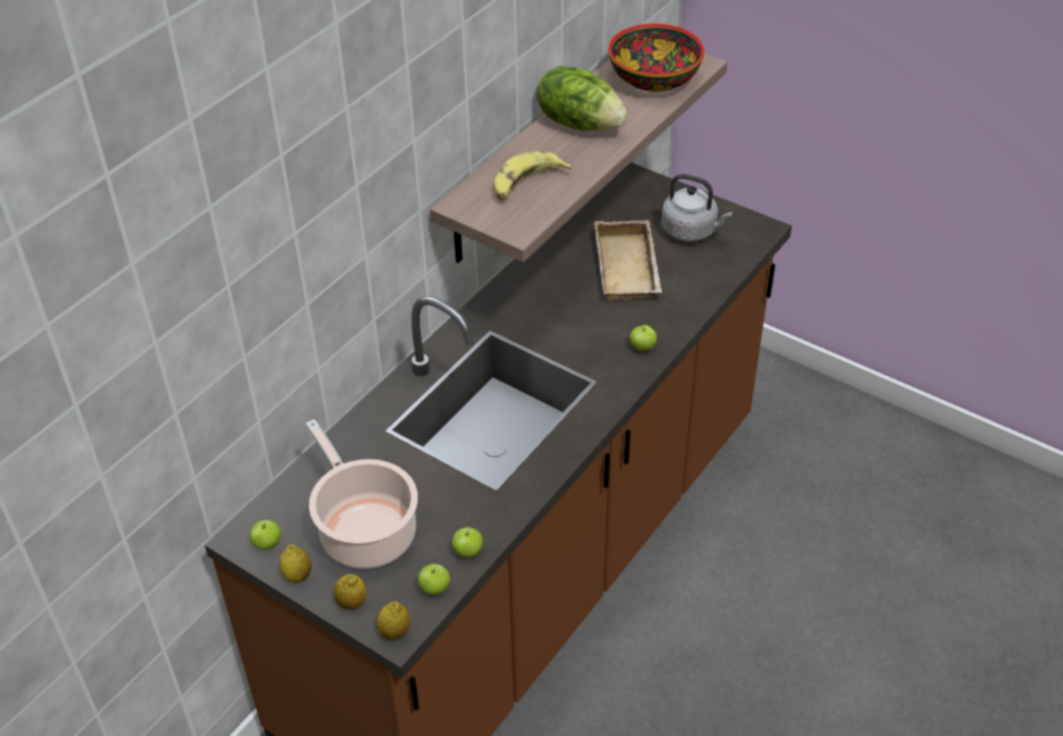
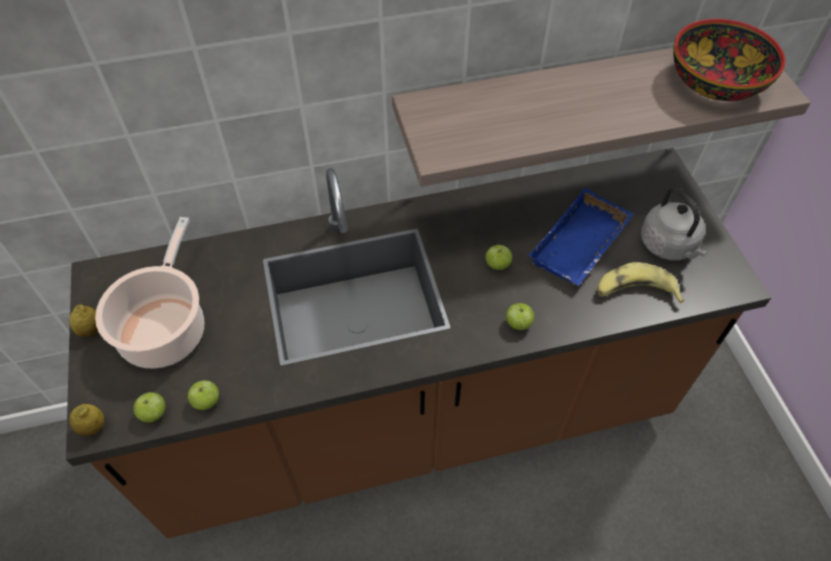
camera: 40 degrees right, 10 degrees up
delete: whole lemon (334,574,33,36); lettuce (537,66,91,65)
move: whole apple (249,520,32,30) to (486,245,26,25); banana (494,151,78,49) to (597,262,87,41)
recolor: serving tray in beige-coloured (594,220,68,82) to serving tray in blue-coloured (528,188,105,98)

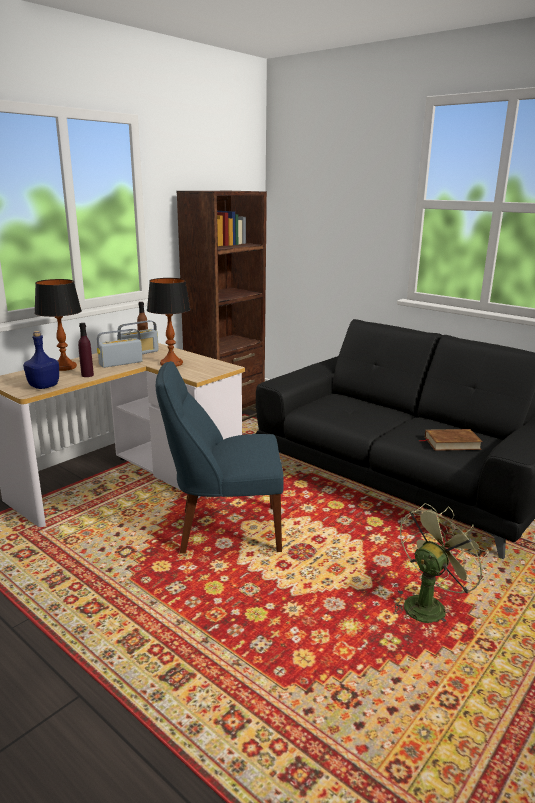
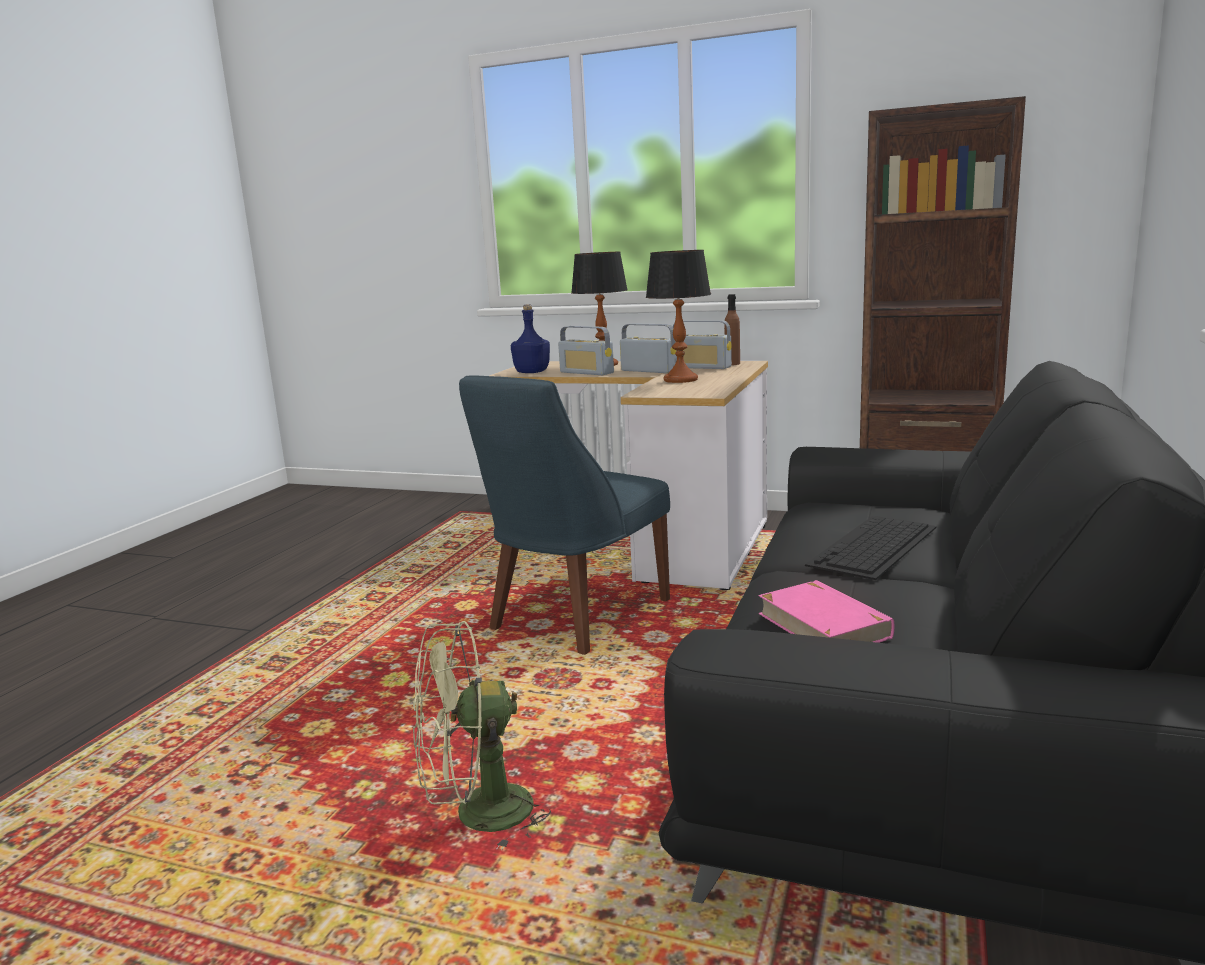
camera: 70 degrees right, 5 degrees down
insert: computer keyboard (805,516,131,64)
replace: beverage bottle in purplish (78,323,16,54) to radio set (558,326,56,49)
recolor: book in brown (419,429,64,22) to book in pink (758,580,136,63)
rotate: electric fan in green (391,503,98,120) = (413,621,139,230) 135 degrees clockwise; upright chair in blue-coloured (156,361,128,193) = (459,376,211,279) 120 degrees counterclockwise

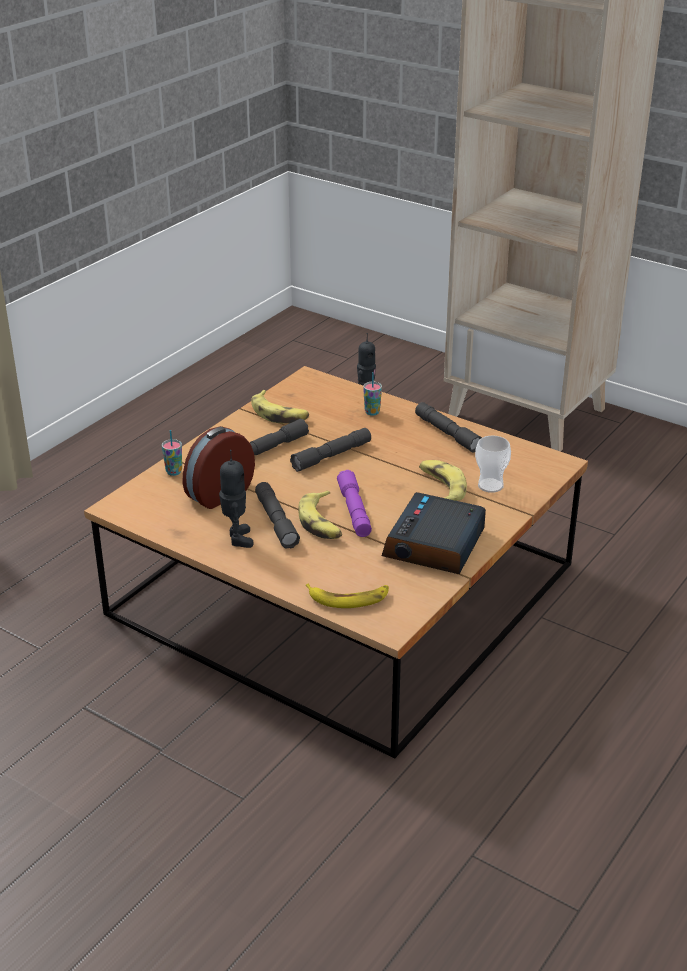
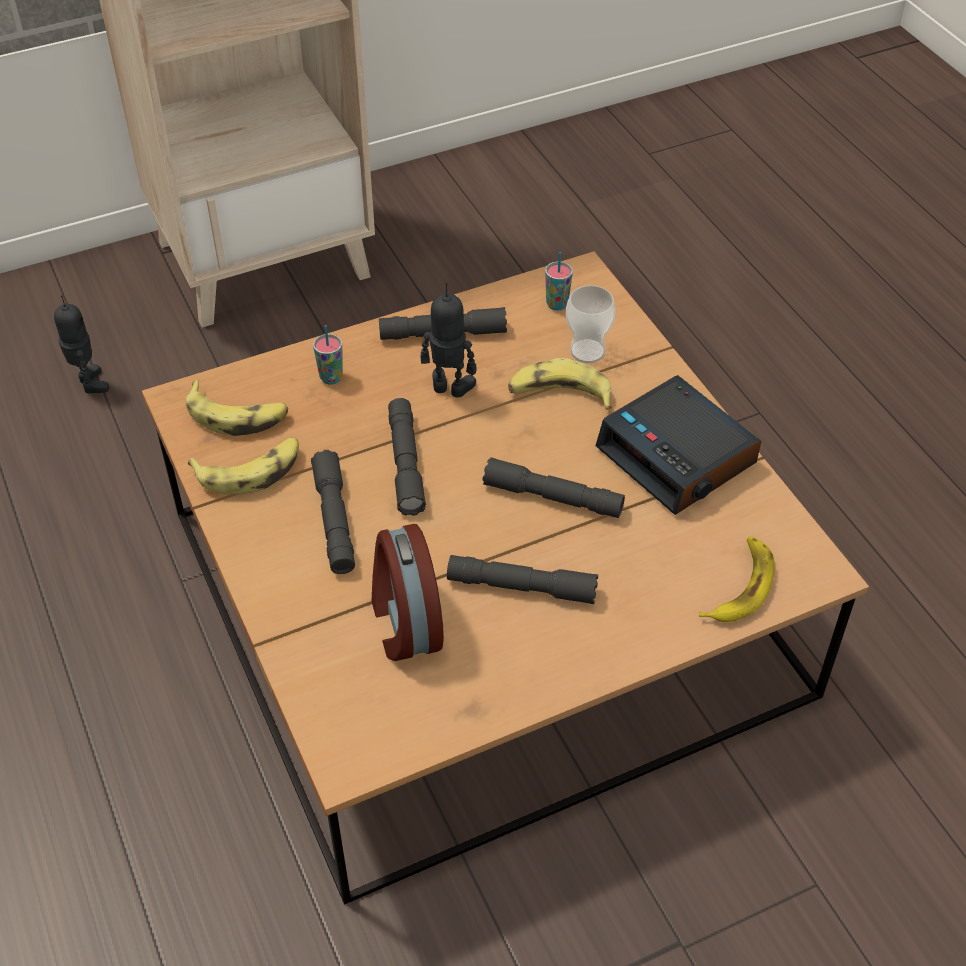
camera: 60 degrees left, 15 degrees up
move: banana (298,490,44,49) to (185,380,103,56); toy robot (219,450,35,98) to (421,282,55,116); cup (162,430,20,46) to (545,252,28,58)
recolor: flashlight in purplish (337,470,35,67) to flashlight in gray (482,457,143,61)

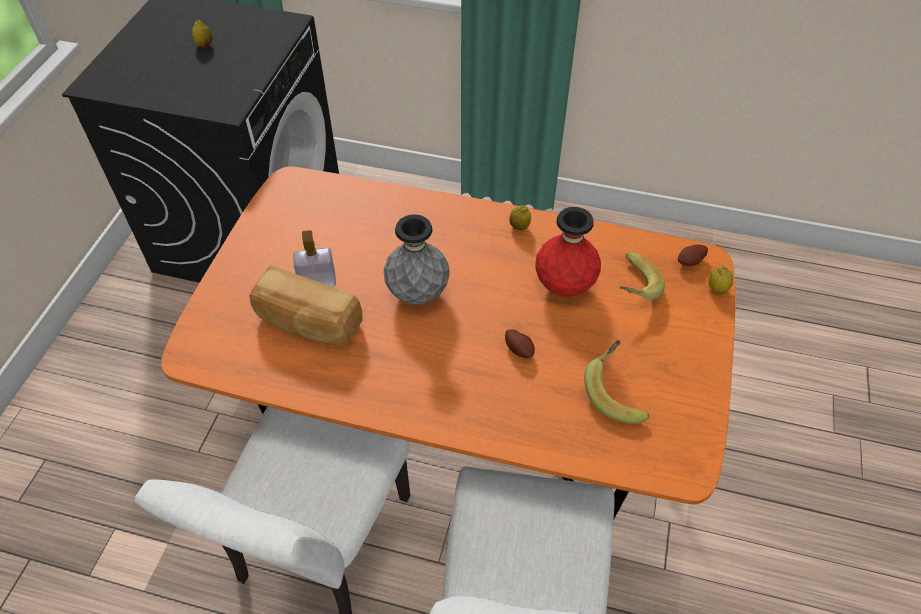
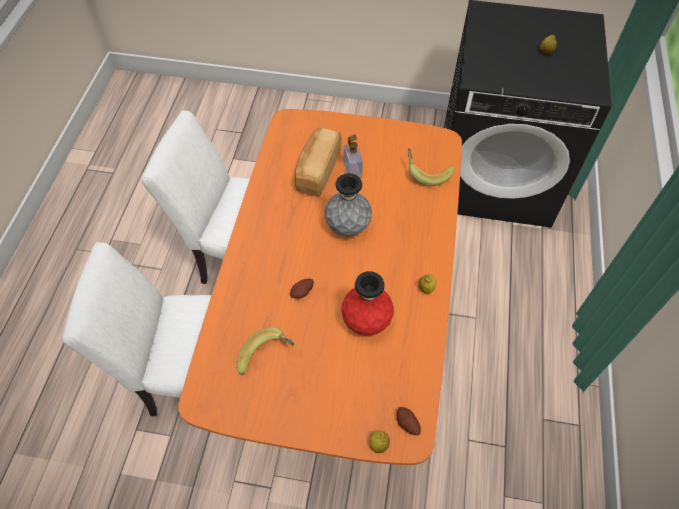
camera: 85 degrees right, 5 degrees up
move: banana (619,252,46,48) to (408,148,46,38)

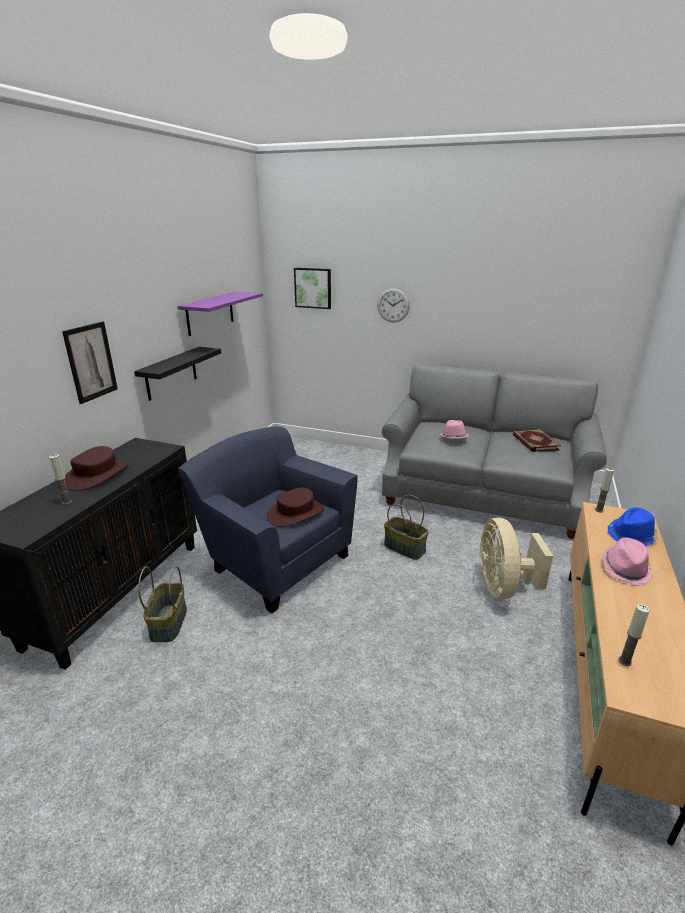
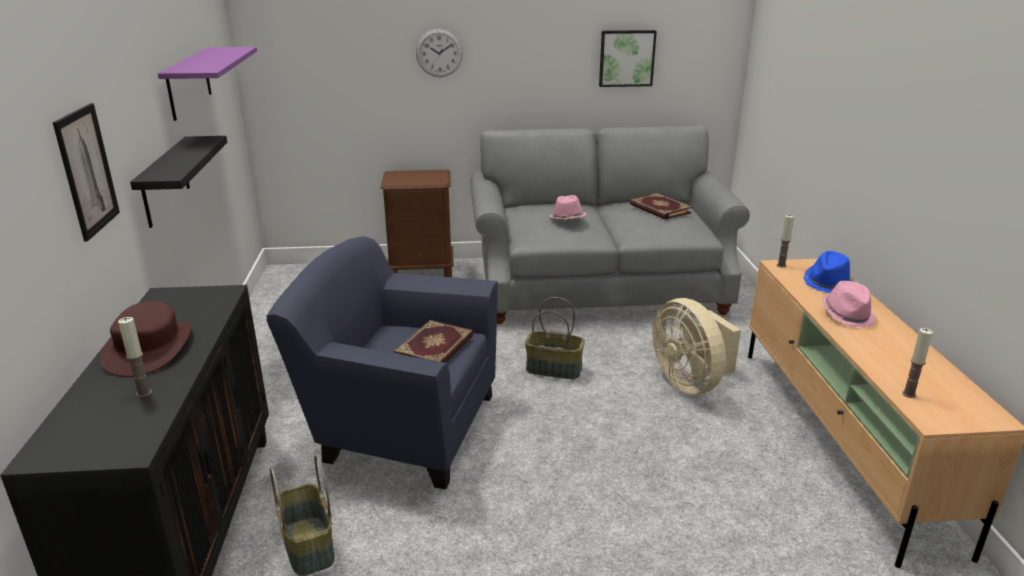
camera: 25 degrees left, 0 degrees up
insert: night table in brown (381,170,73,107)
move: wall picture (294,268,37,41) to (599,30,58,57)
replace: clothing hat in brown (267,487,57,40) to book (394,320,79,43)

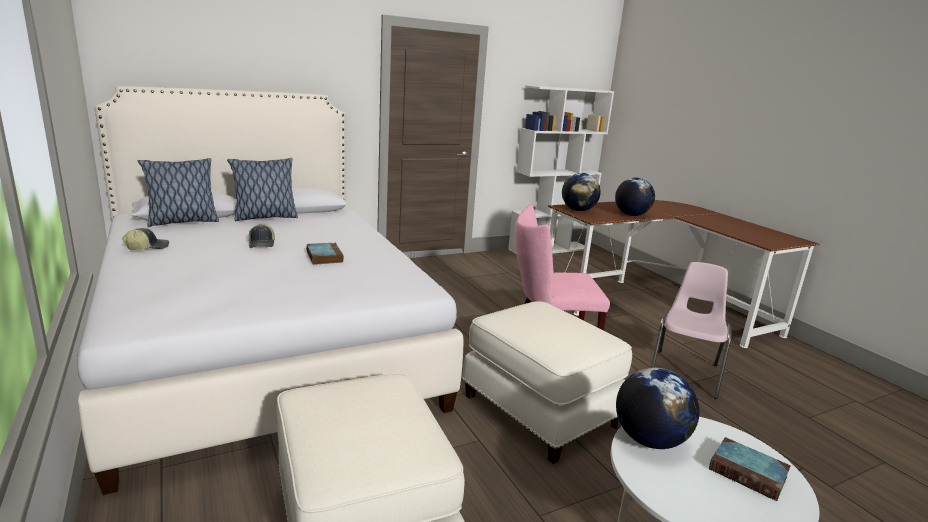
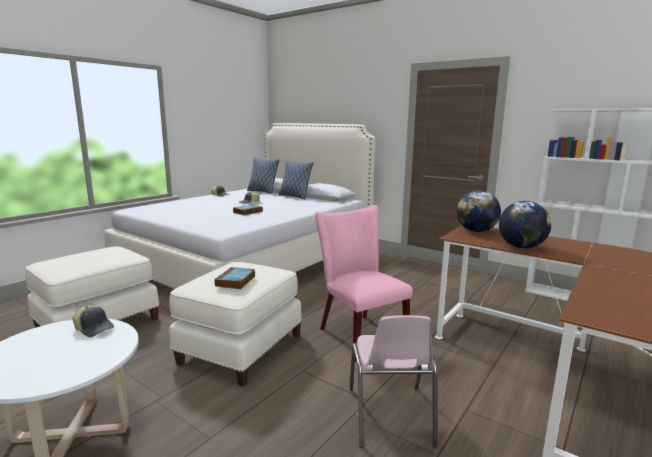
camera: 65 degrees right, 5 degrees down
move: book (709,437,82,64) to (214,267,41,22)
replace: desk globe (616,368,84,81) to cap (73,306,41,31)
rotate: upright chair in pink (651,262,81,137) = (349,315,88,133) 90 degrees clockwise

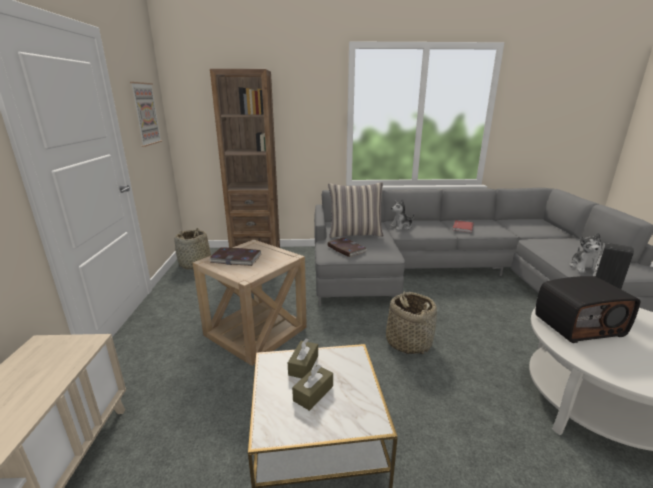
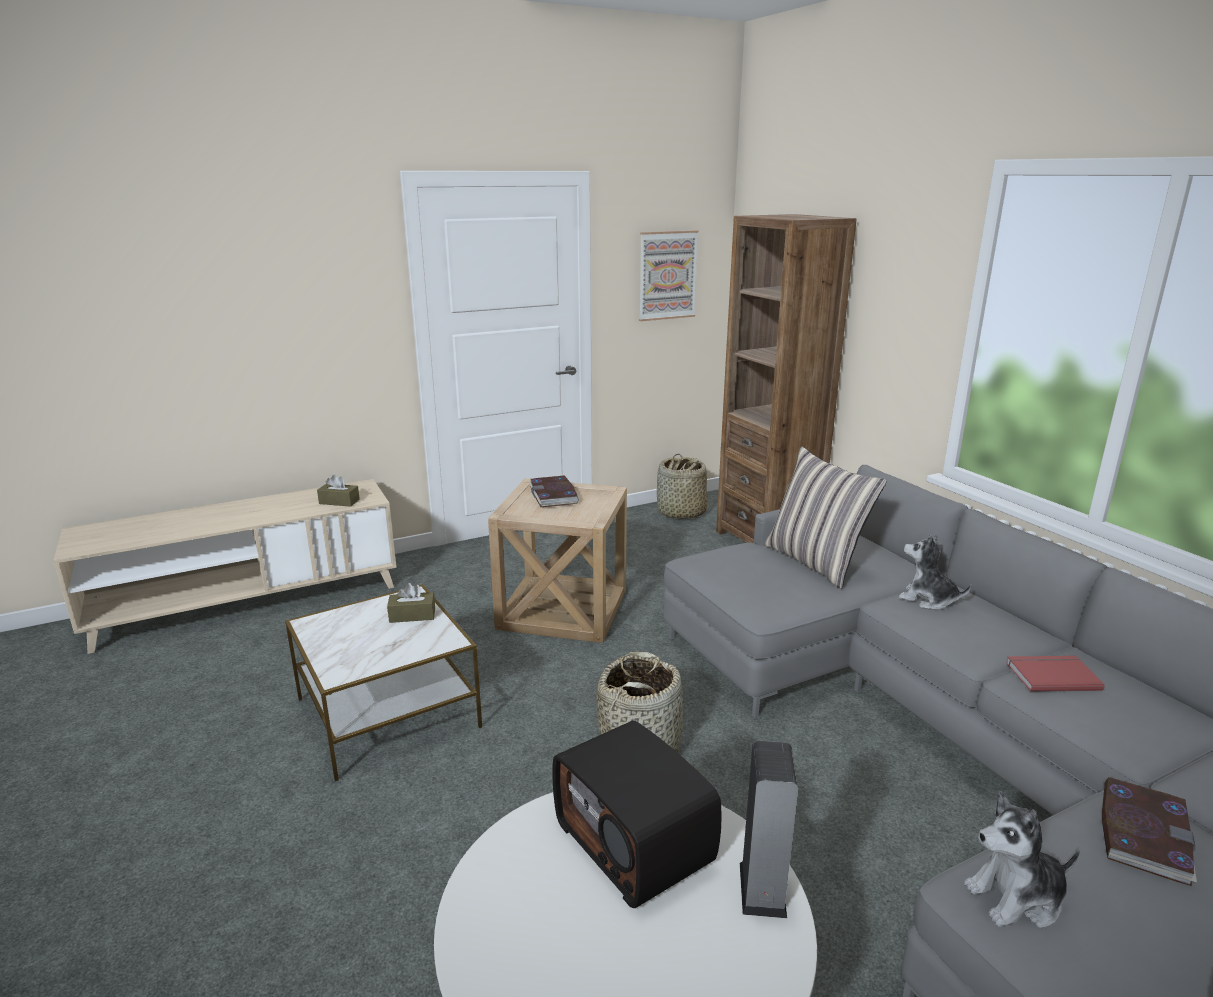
camera: 65 degrees right, 0 degrees up
move: box of tissues in brown (292,365,41,46) to (317,474,43,33); book (328,237,39,20) to (1102,777,95,109)

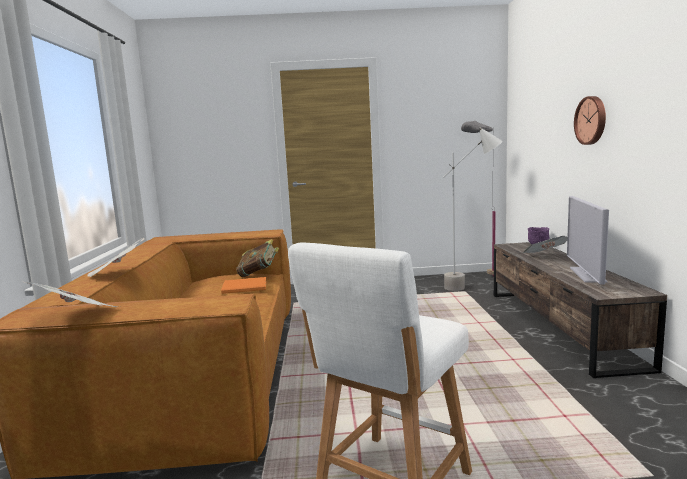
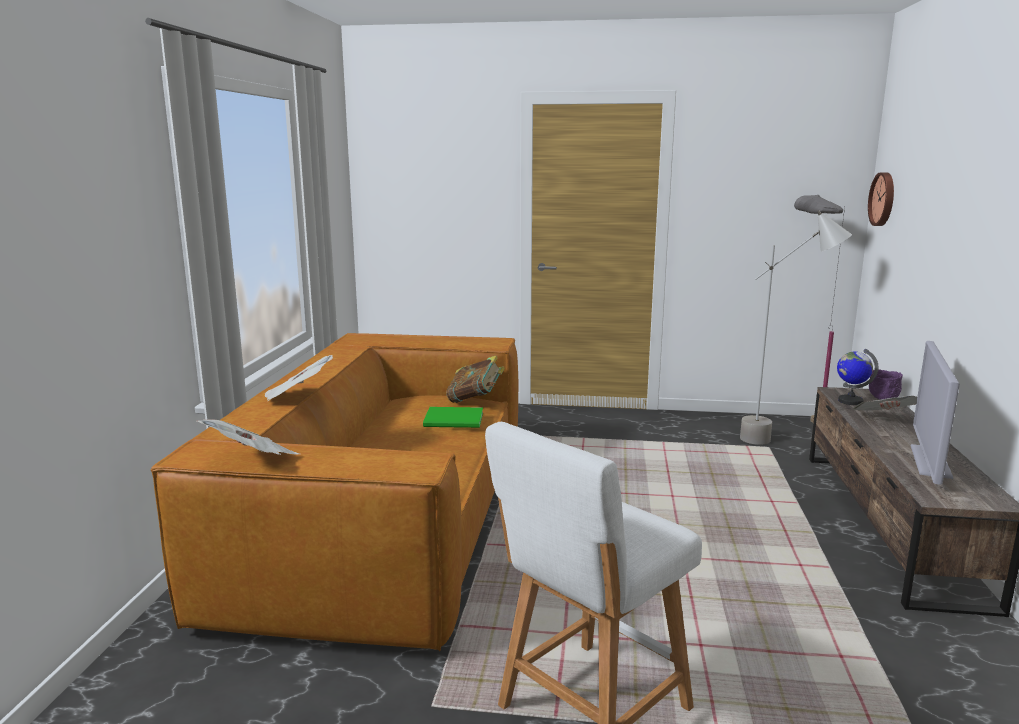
camera: 10 degrees right, 5 degrees up
insert: desk globe (837,349,41,56)
move: wall clock (574,96,32,49) to (868,172,26,54)
recolor: book in orangey (221,277,45,17) to book in green (423,407,60,21)

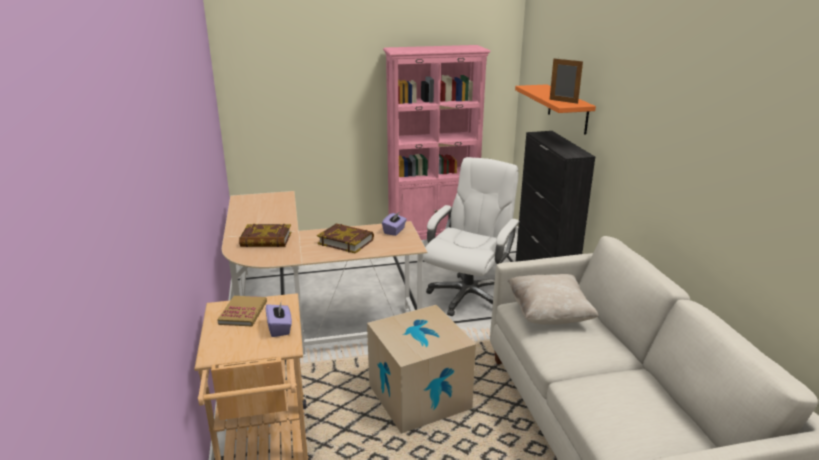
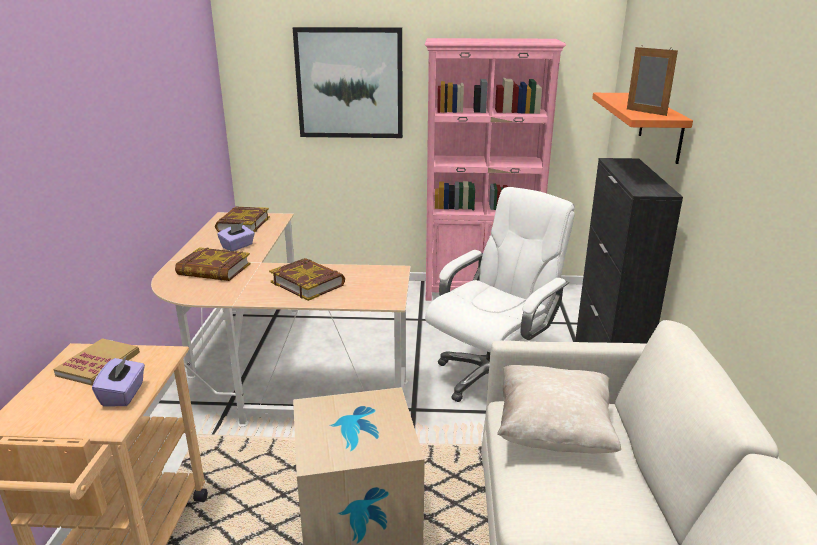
camera: 15 degrees right, 0 degrees up
insert: book (215,207,55,25); wall picture (293,27,110,111)
move: box of tissues in purplish (382,212,25,24) to (217,223,38,28)

